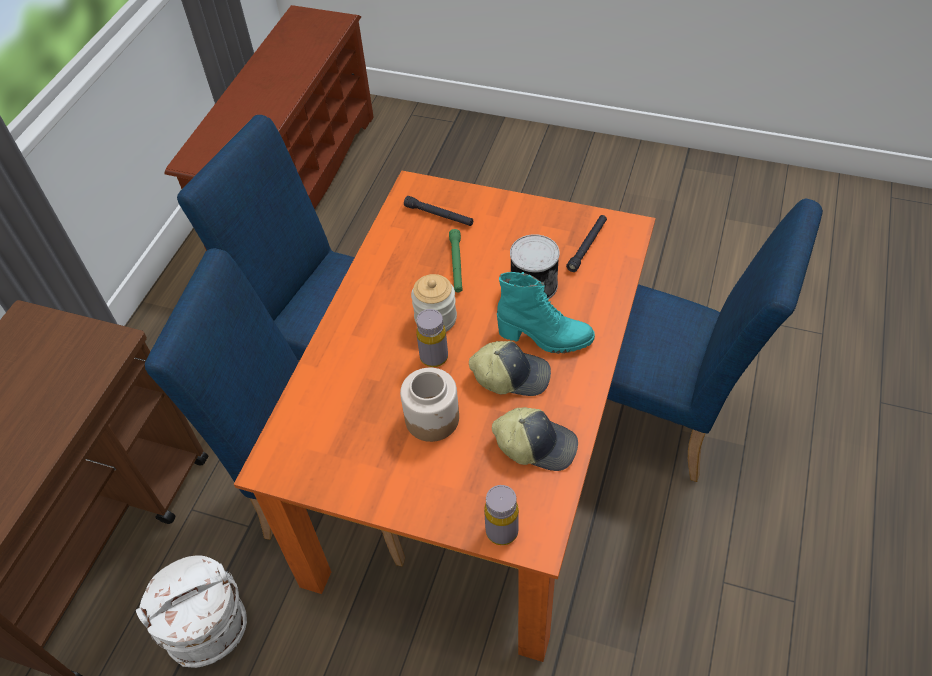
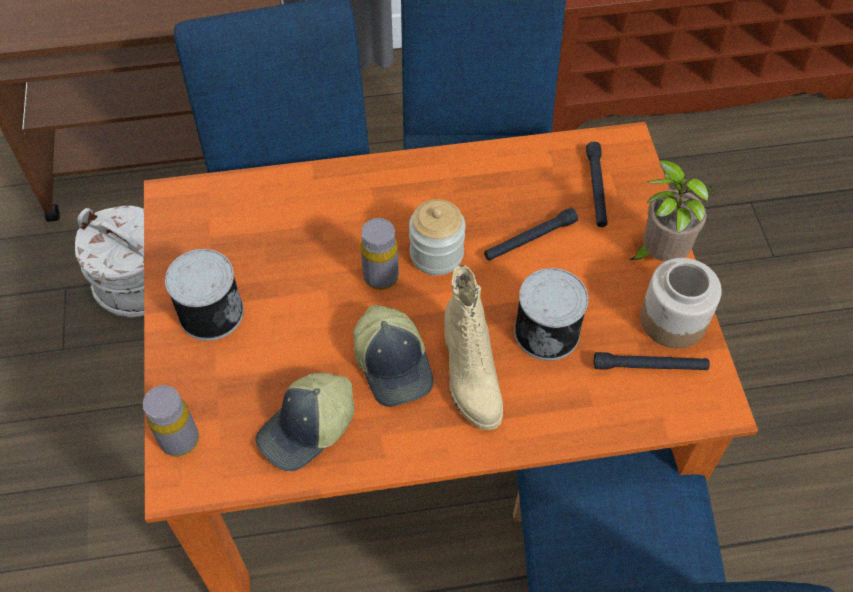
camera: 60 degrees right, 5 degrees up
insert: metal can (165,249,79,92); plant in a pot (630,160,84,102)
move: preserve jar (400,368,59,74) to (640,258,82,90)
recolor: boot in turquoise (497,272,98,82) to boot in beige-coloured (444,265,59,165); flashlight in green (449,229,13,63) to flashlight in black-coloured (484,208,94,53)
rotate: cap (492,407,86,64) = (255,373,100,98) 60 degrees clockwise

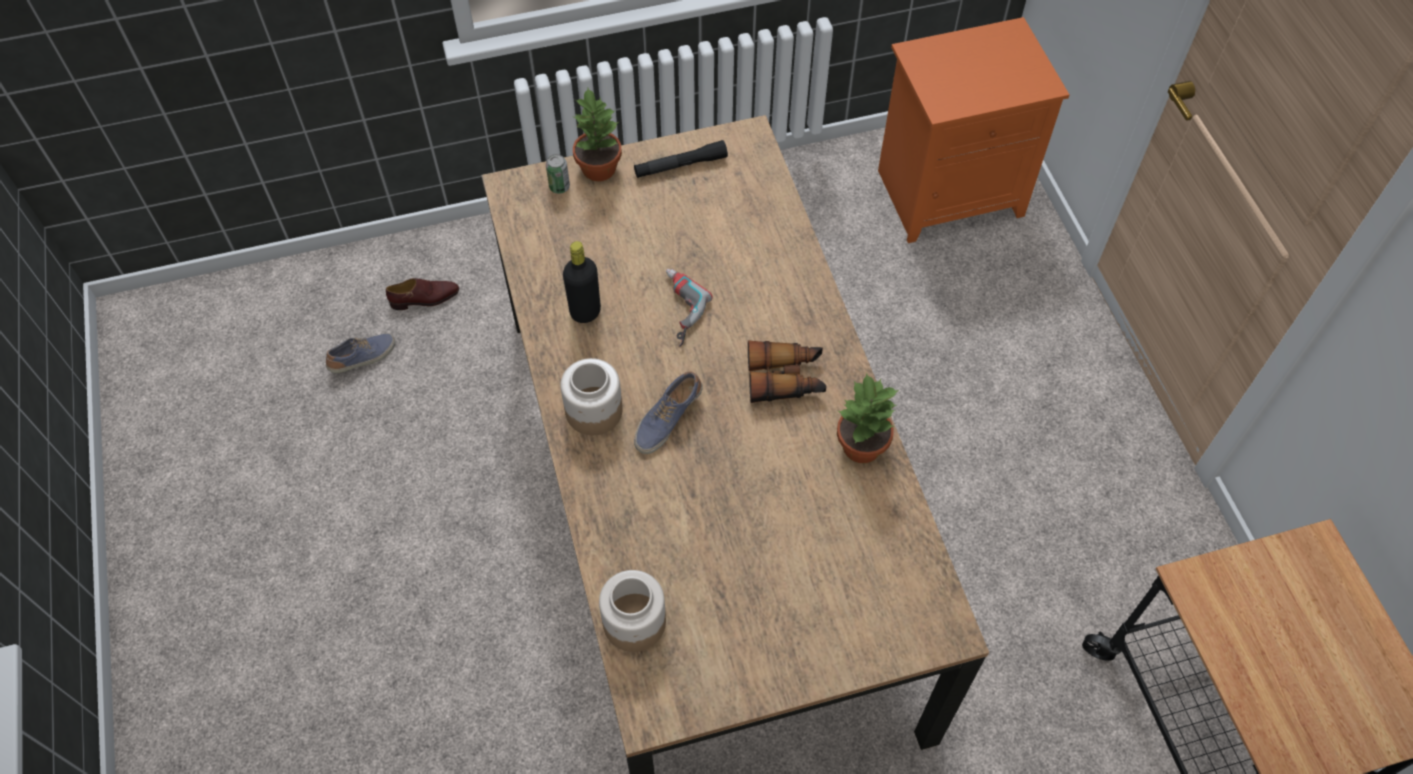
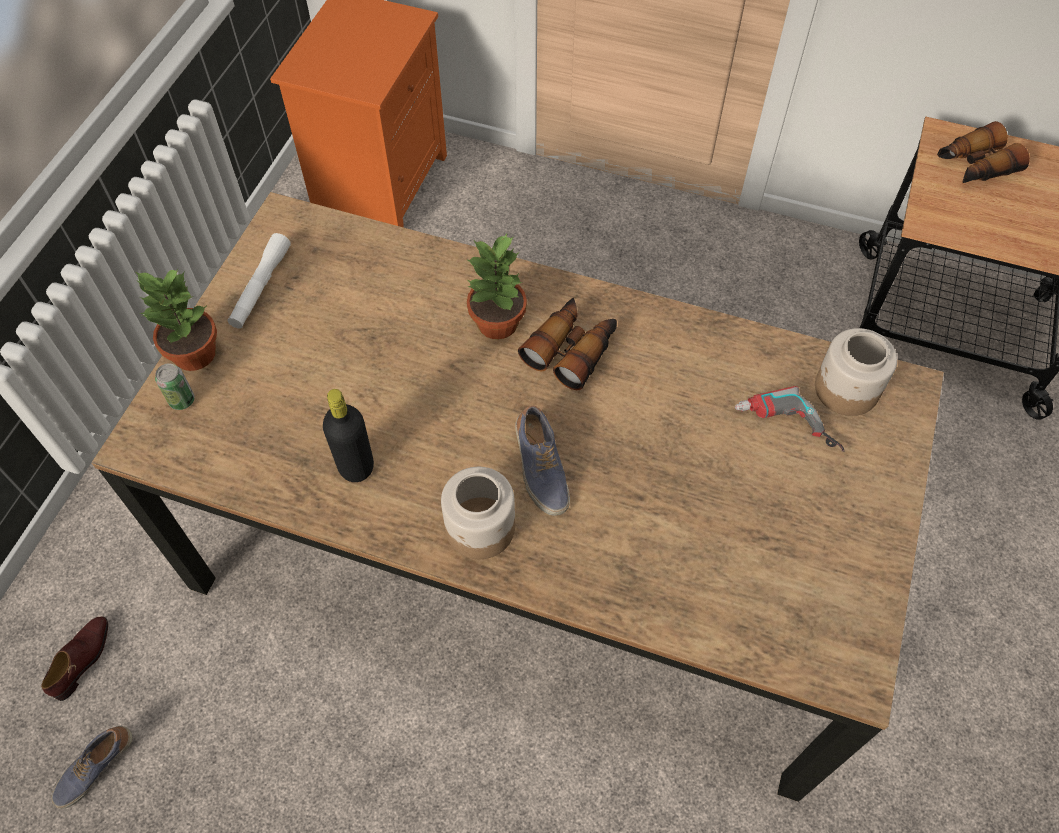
camera: 55 degrees left, 0 degrees up
insert: field glasses (937,121,93,62)
move: plant in a pot (837,373,62,90) to (466,233,61,106); electric drill (666,269,47,78) to (735,386,109,66); preserve jar (599,570,67,82) to (815,328,82,88)
recolor: flashlight in black-coloured (634,140,94,38) to flashlight in white (227,233,64,96)
rotate: item of footwear (326,333,69,40) = (51,726,82,83) 135 degrees counterclockwise

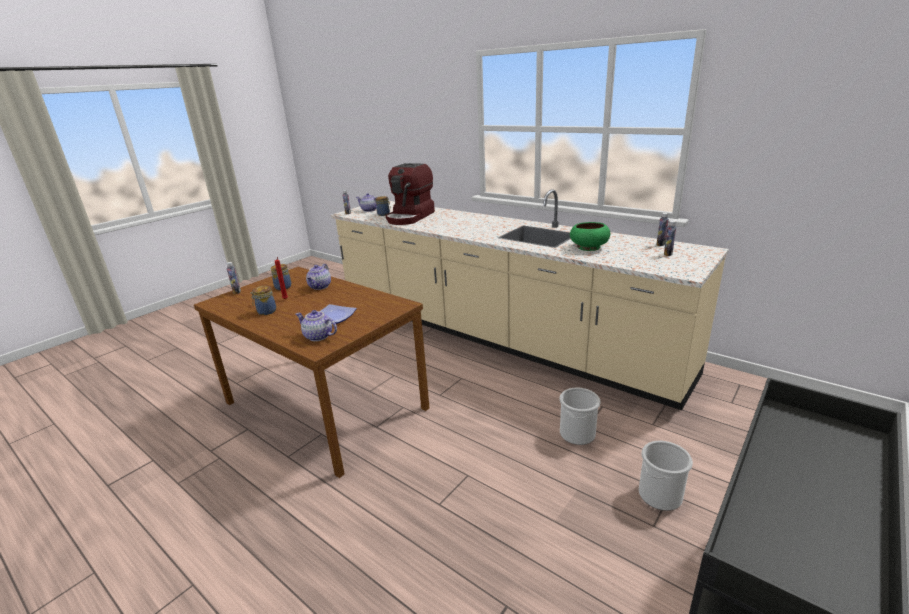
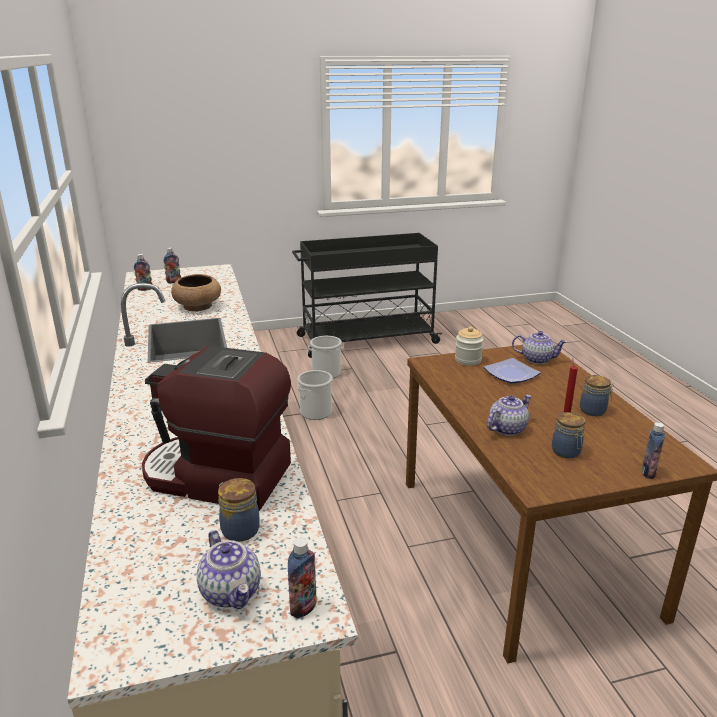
camera: 145 degrees left, 0 degrees up
insert: preserve jar (455,326,29,40)
recolor: serving bowl in green (570,222,41,29) to serving bowl in brown (171,274,50,37)
rotate: coffee maker (386,163,49,62) = (142,346,149,165) 135 degrees counterclockwise; tea pot (296,310,41,31) = (512,331,55,33) 45 degrees counterclockwise

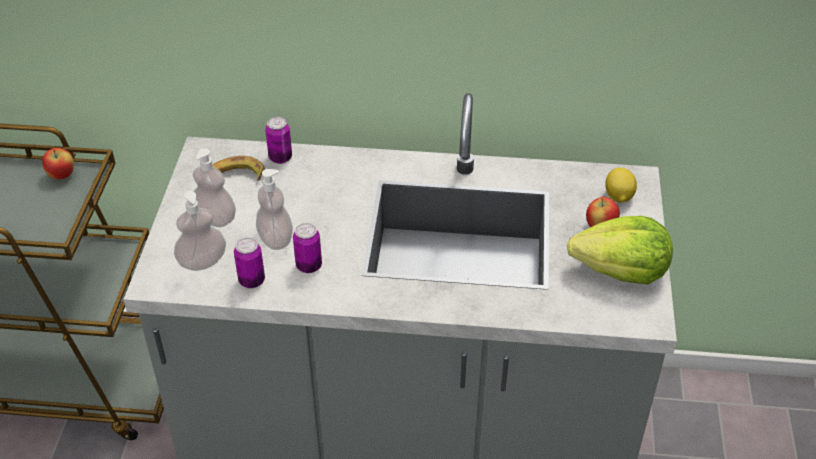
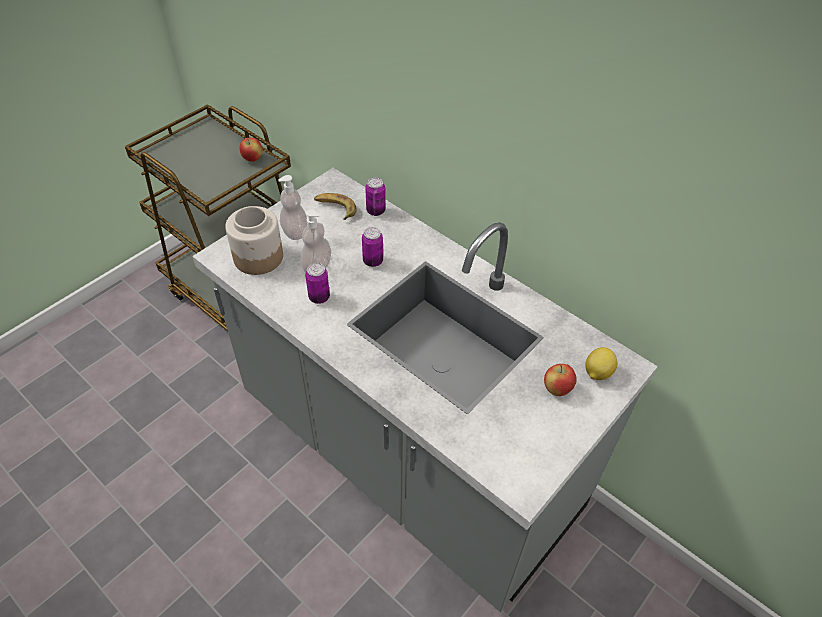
camera: 35 degrees right, 5 degrees up
delete: lettuce (567,216,106,69)
move: metal can (234,238,31,50) to (362,227,21,40)
replace: soap dispenser (174,191,52,80) to preserve jar (225,206,58,69)

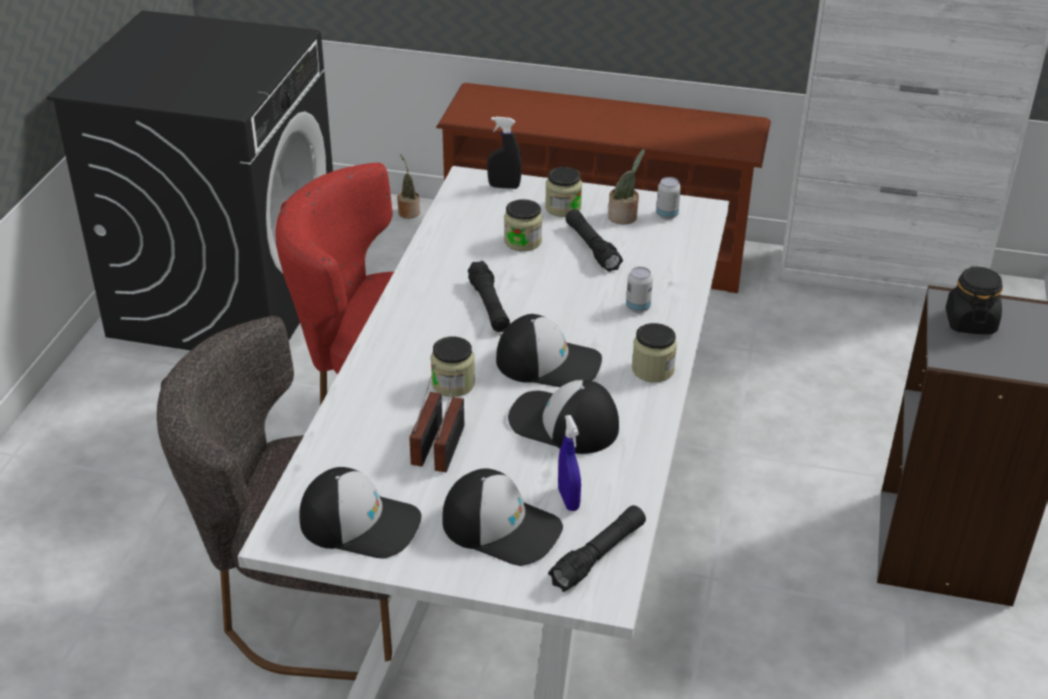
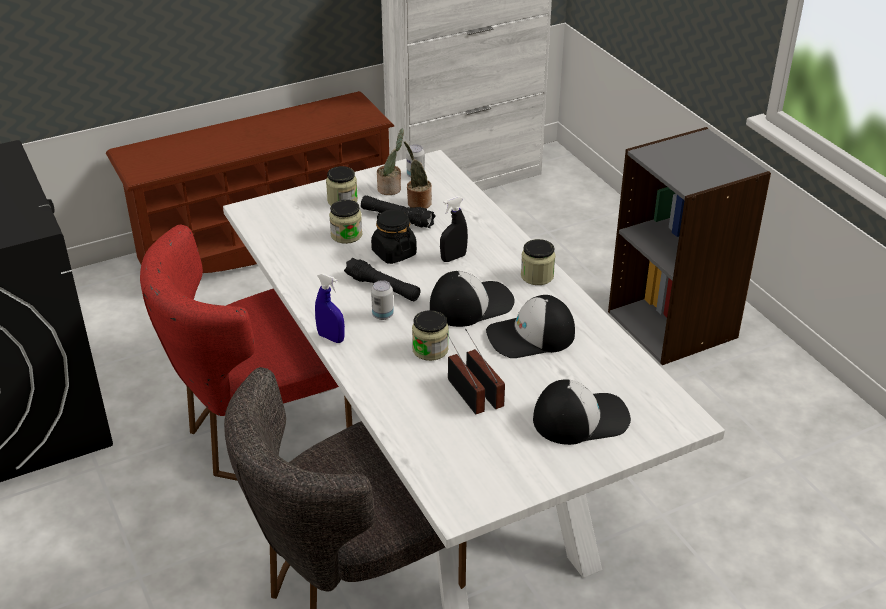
camera: 40 degrees left, 0 degrees up
delete: cap (299,467,123,92); flashlight in black-coloured (548,505,98,87)
move: hand sprayer in blue-coloured (558,415,23,96) to (315,273,30,70); preserve jar in black-coloured (946,266,57,68) to (371,209,46,55); metal can (626,267,27,46) to (371,280,23,40); plant in a pot (397,154,23,65) to (404,141,28,68); hand sprayer in black-coloured (487,117,35,72) to (440,196,28,66)

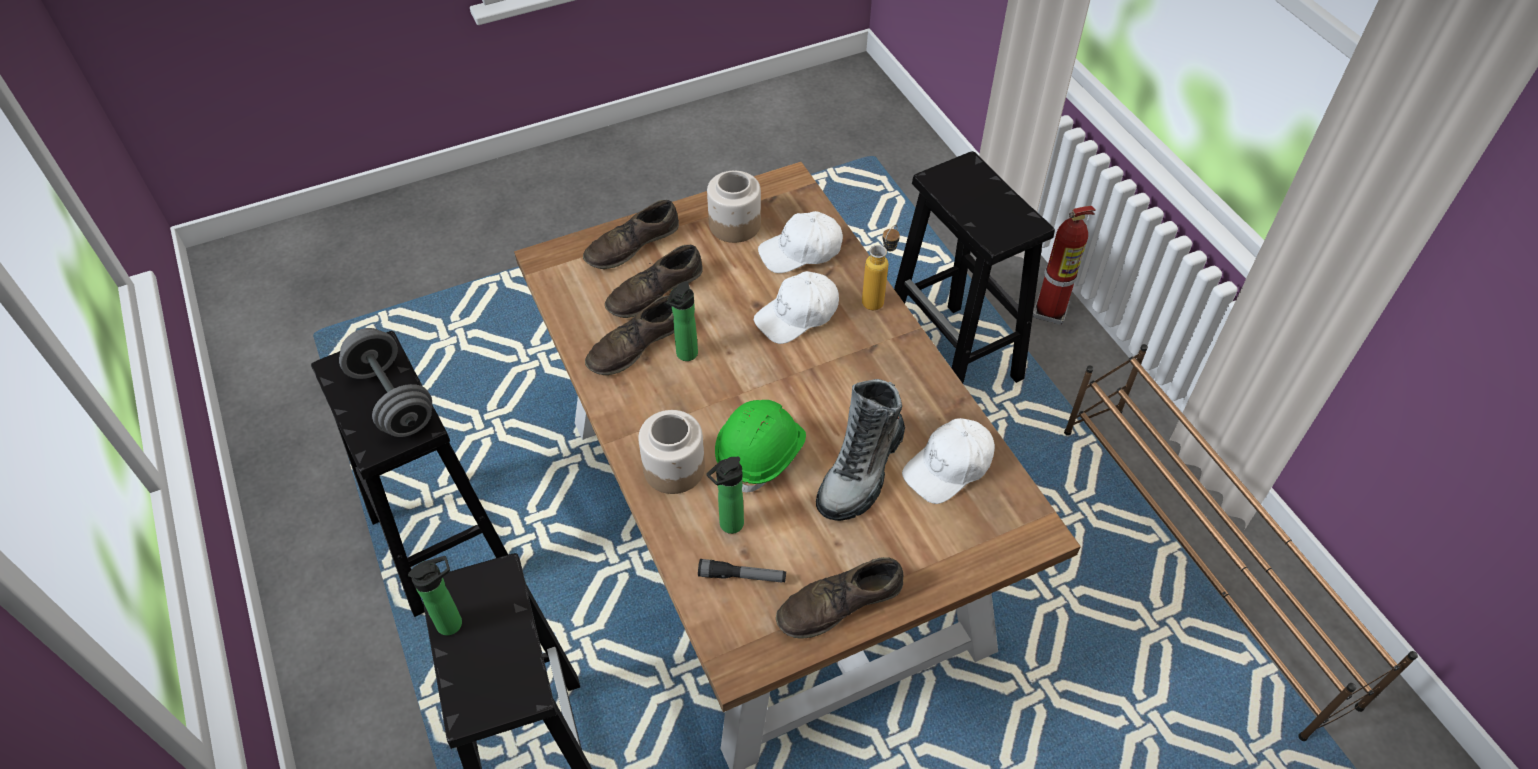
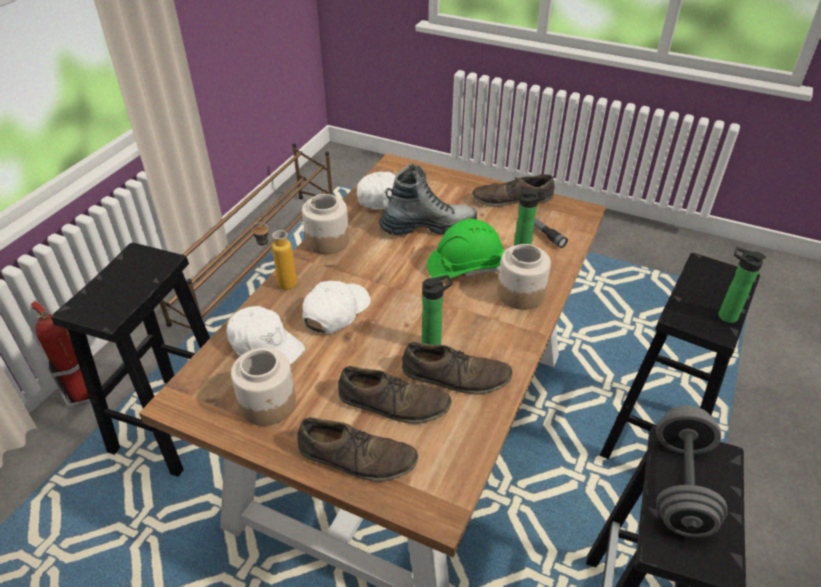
camera: 130 degrees left, 10 degrees down
insert: preserve jar (302,194,47,60)
rotate: cap in white (754,271,85,73) = (303,281,68,53) 75 degrees counterclockwise; item of footwear in brown (776,557,127,82) = (472,174,82,33) 150 degrees clockwise

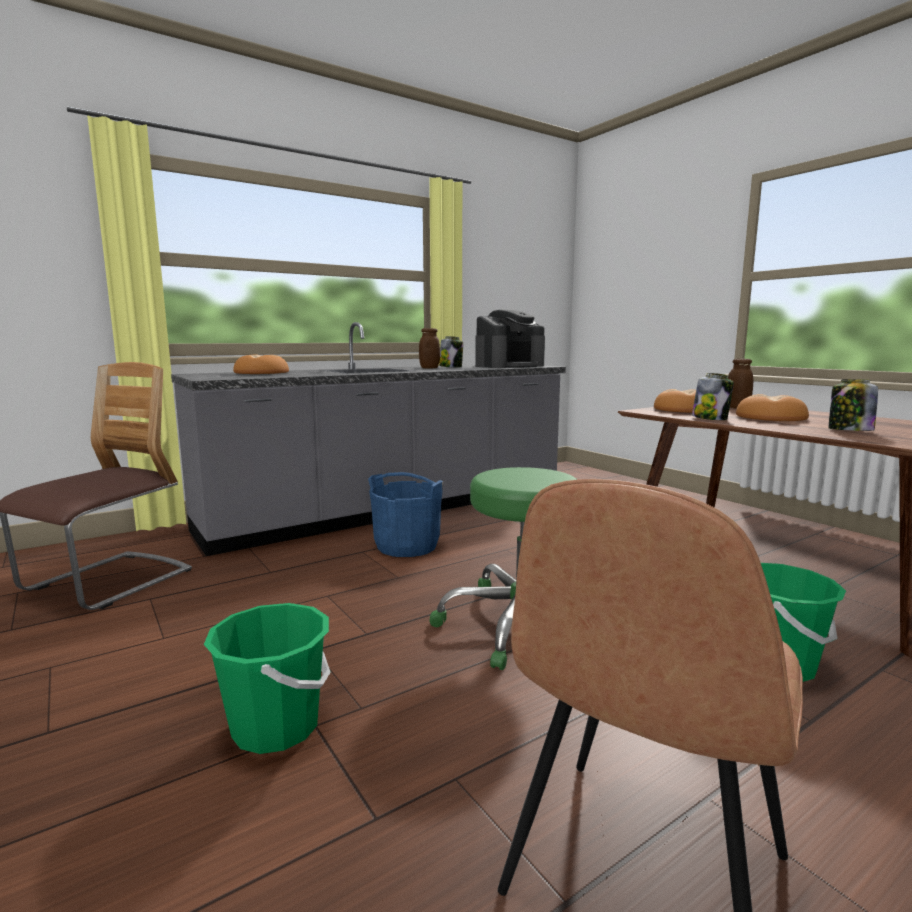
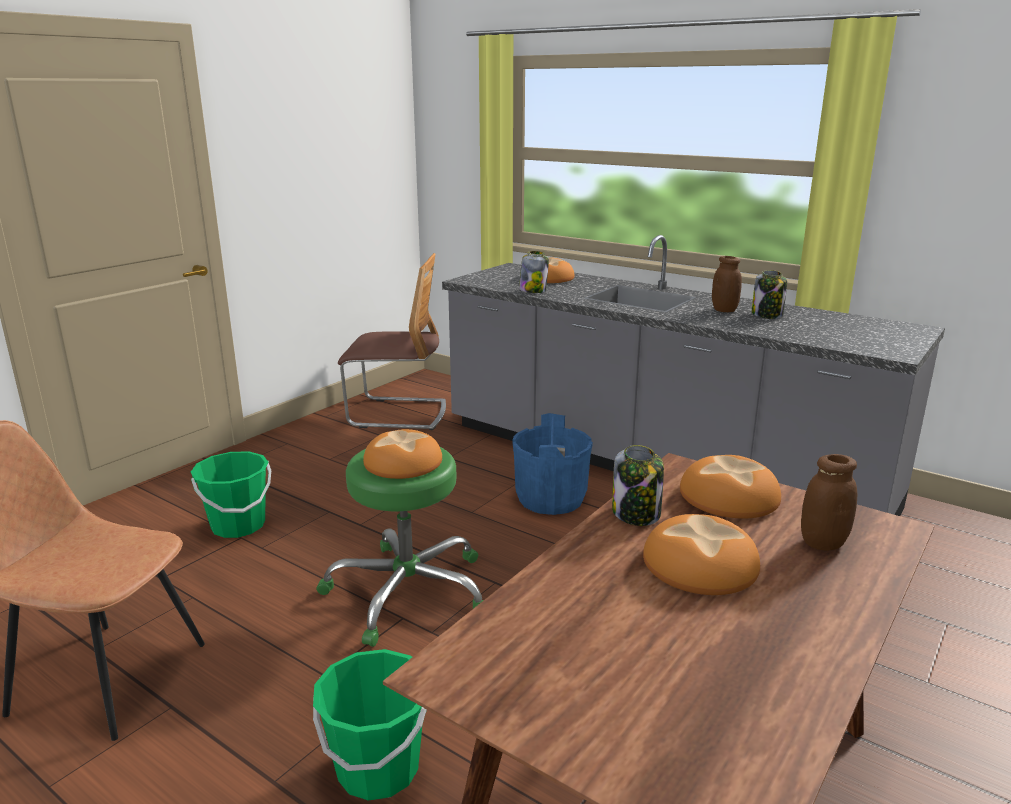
camera: 70 degrees right, 10 degrees up
delete: coffee maker (475,310,70,58)
insert: bakery bread (363,429,79,50)
move: preserve jar (828,379,50,52) to (519,251,30,42)

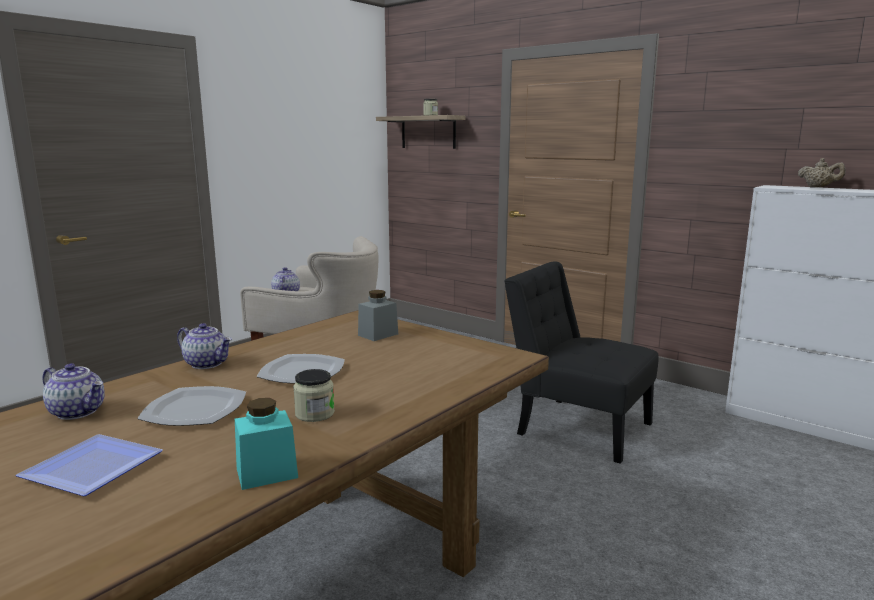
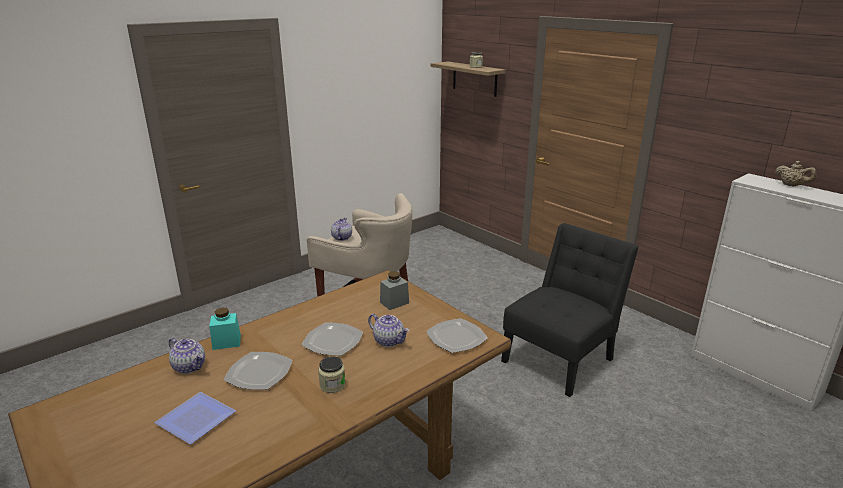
camera: 10 degrees right, 10 degrees up
insert: dinner plate (426,318,62,35)
move: preserve jar in turquoise (235,398,63,92) to (209,308,32,42); tea pot (177,323,55,46) to (368,314,41,33)
rotate: upright chair in black-coloured (505,262,154,202) = (501,223,138,174) 90 degrees clockwise

